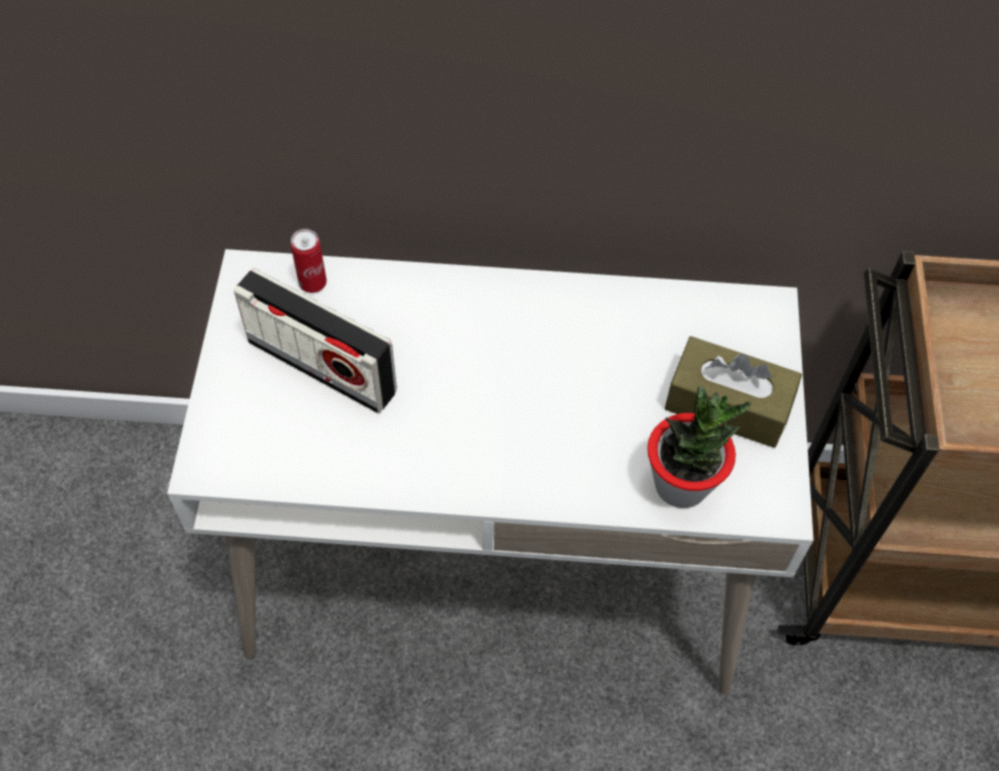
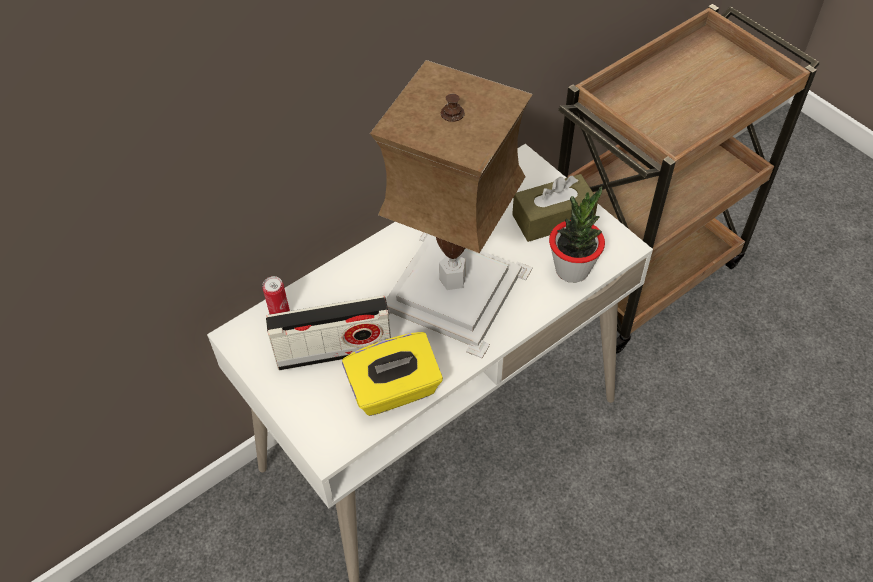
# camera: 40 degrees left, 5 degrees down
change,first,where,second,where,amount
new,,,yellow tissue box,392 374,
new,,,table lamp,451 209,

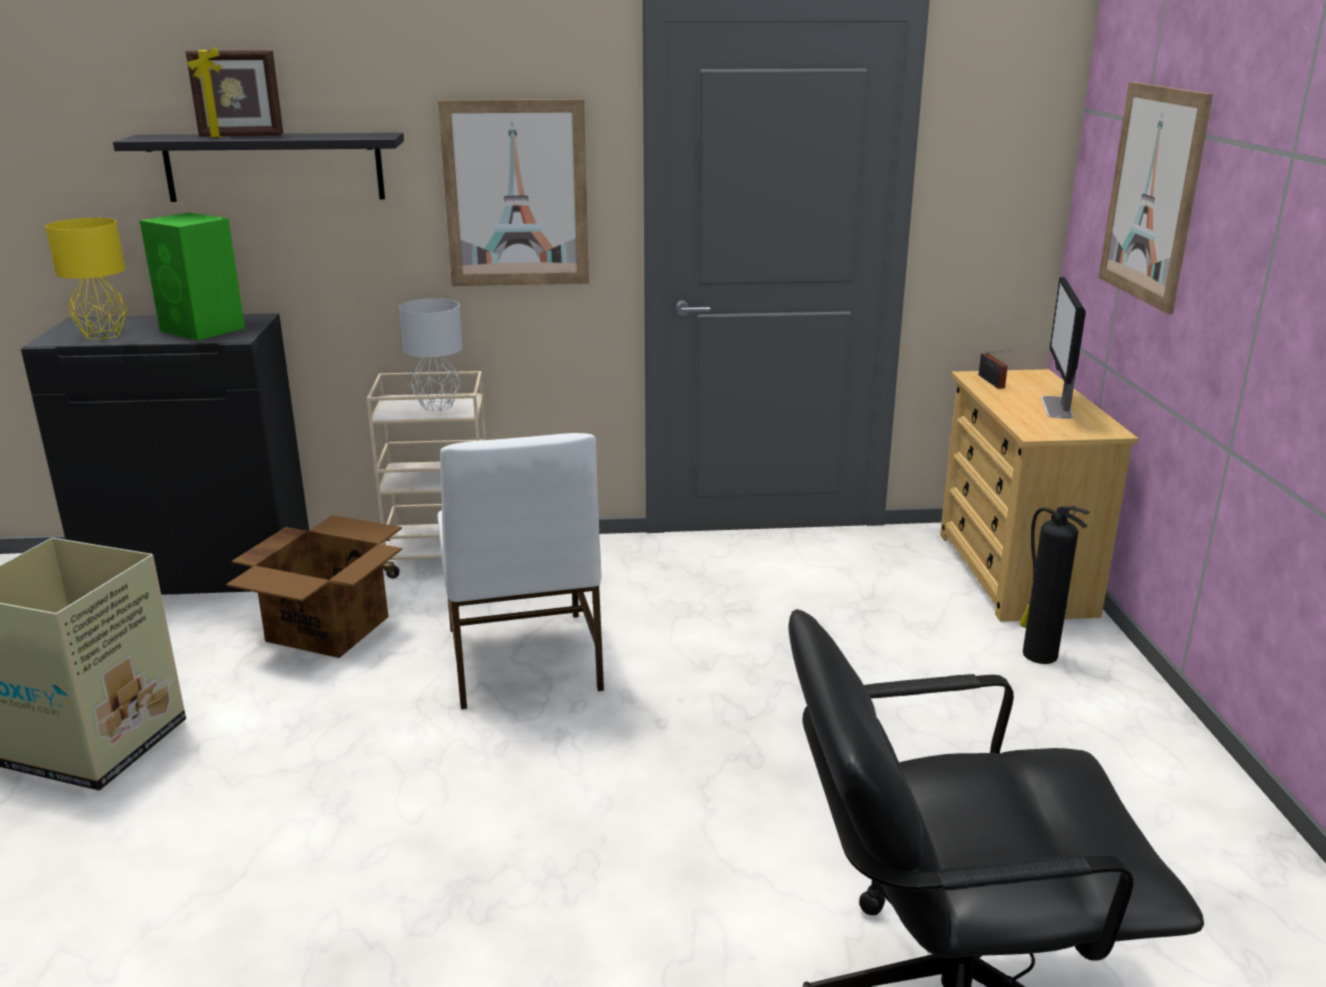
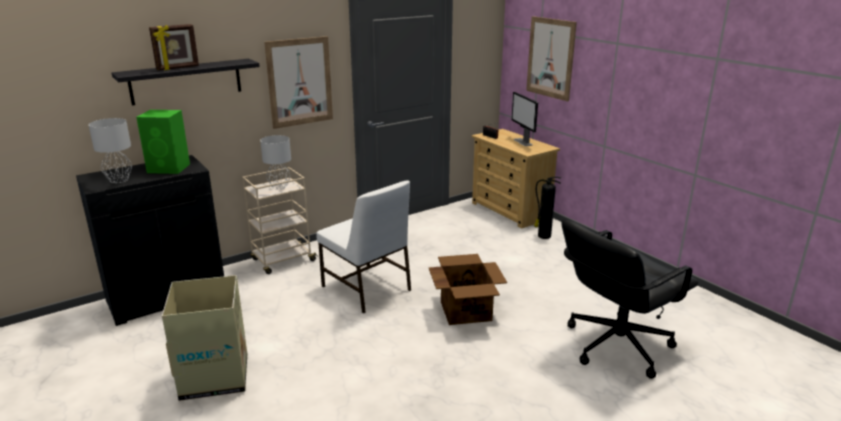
# camera: 30 degrees left, 0 degrees up
change,first,where,second,where,amount
shifted,cardboard box,314 586,,468 289,
repainted,yellow table lamp,86 279,grey table lamp,110 150,

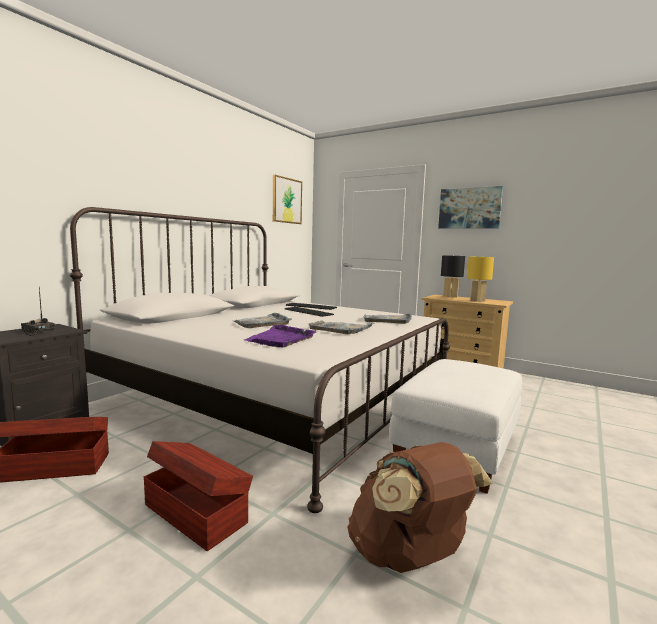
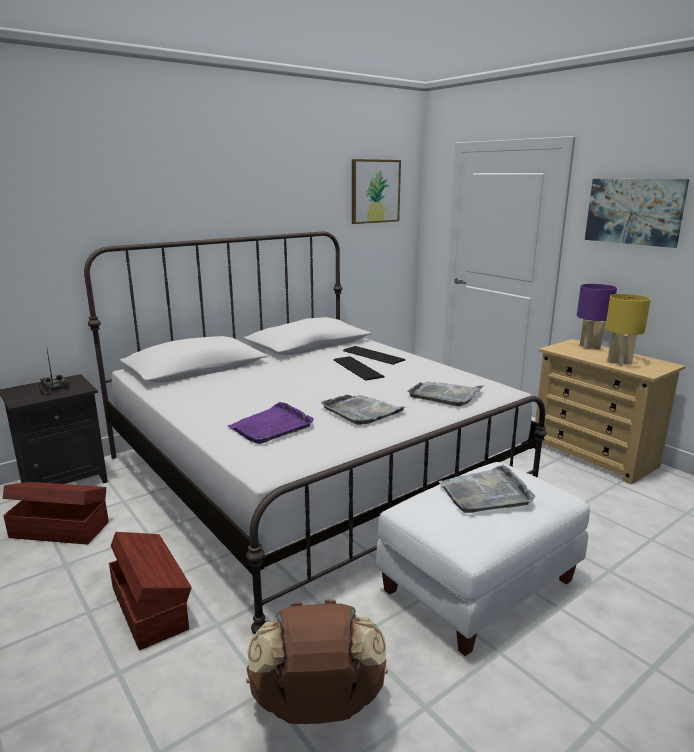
# camera: 20 degrees right, 10 degrees up
change,first,where,second,where,amount
shifted,grey tray,262 320,,486 489,
repainted,black table lamp,453 276,purple table lamp,597 317,

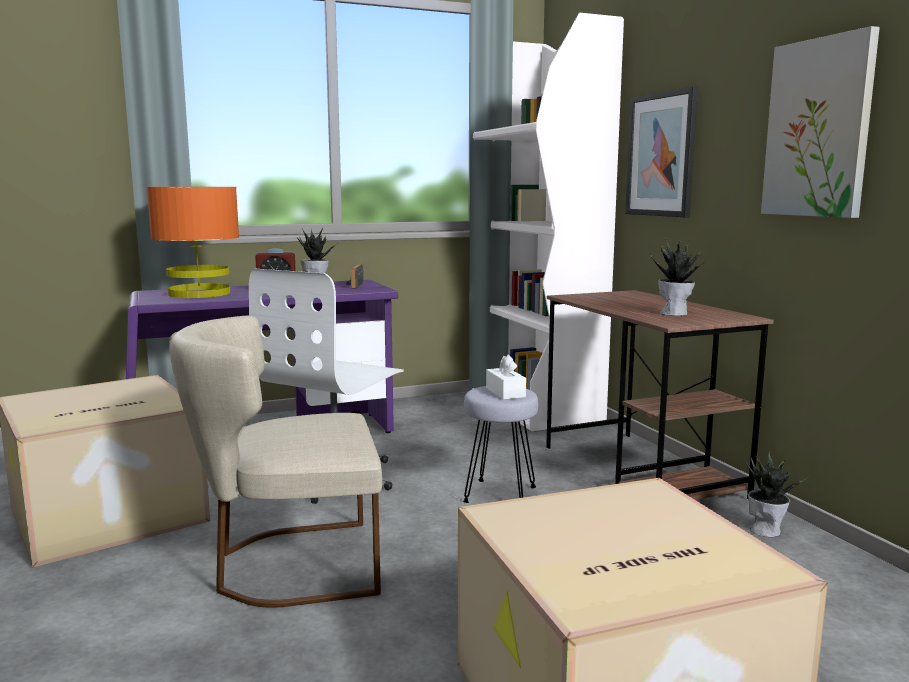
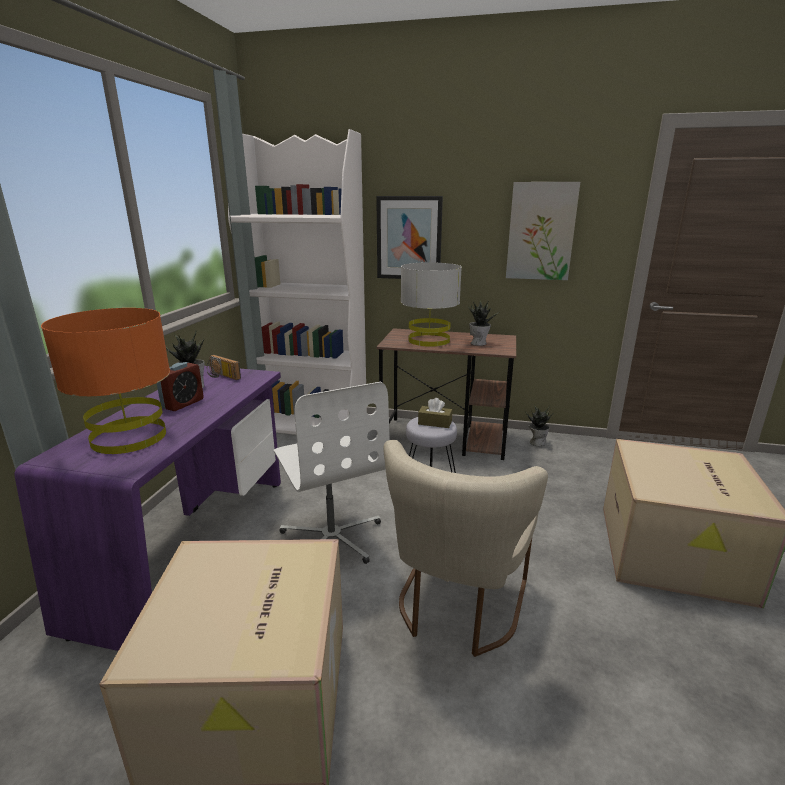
# camera: 55 degrees left, 10 degrees up
change,first,where,second,where,amount
new,,,grey table lamp,431 304,
repainted,white tissue box,506 377,brown tissue box,435 413,

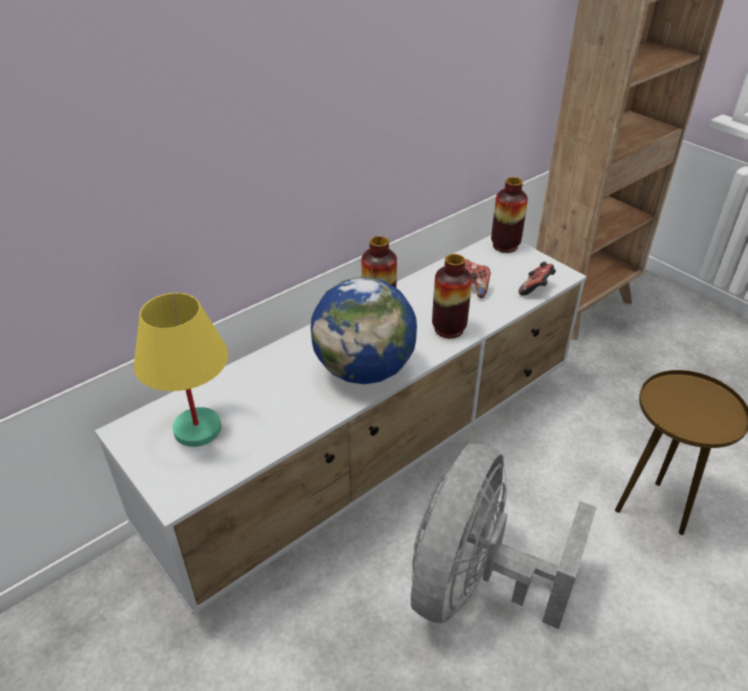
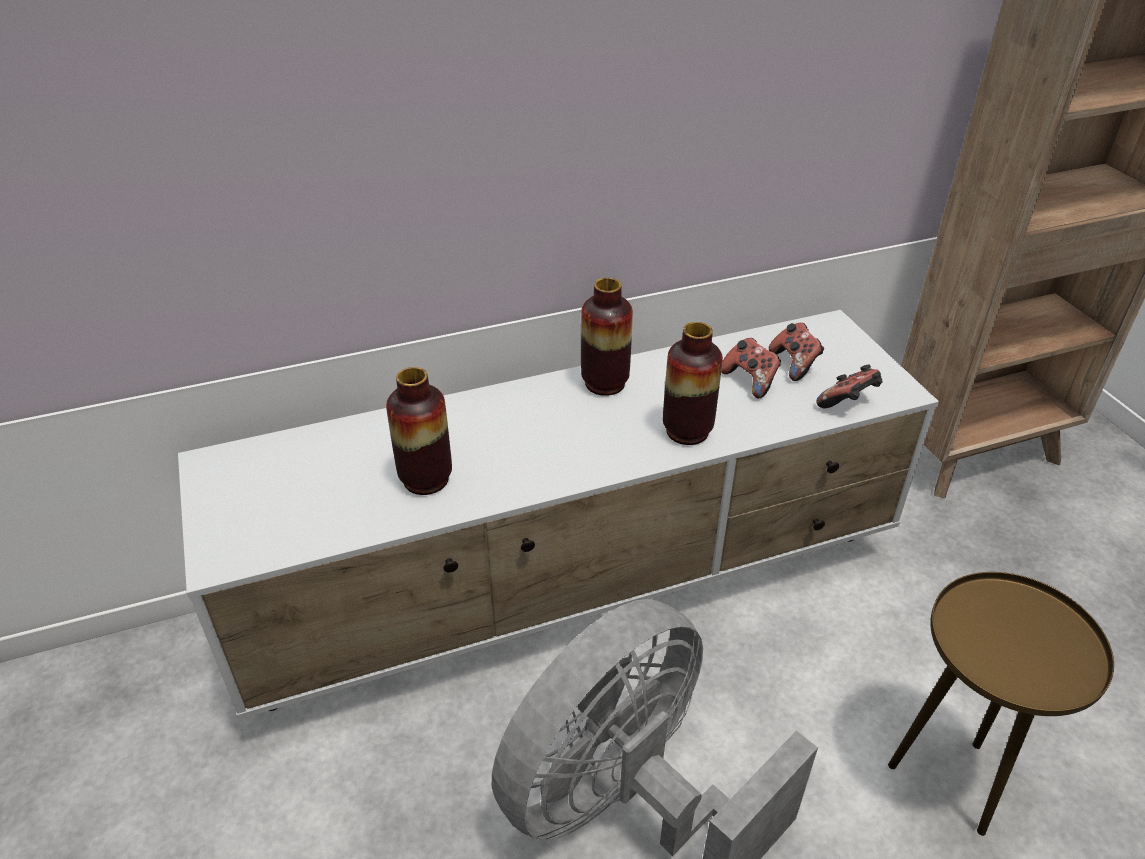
# camera: 20 degrees right, 0 degrees up
change,first,where,second,where,amount
gone,yellow table lamp,181 370,,,
gone,globe,364 330,,,
new,,,game controller,796 352,
shifted,vase,509 215,,419 431,

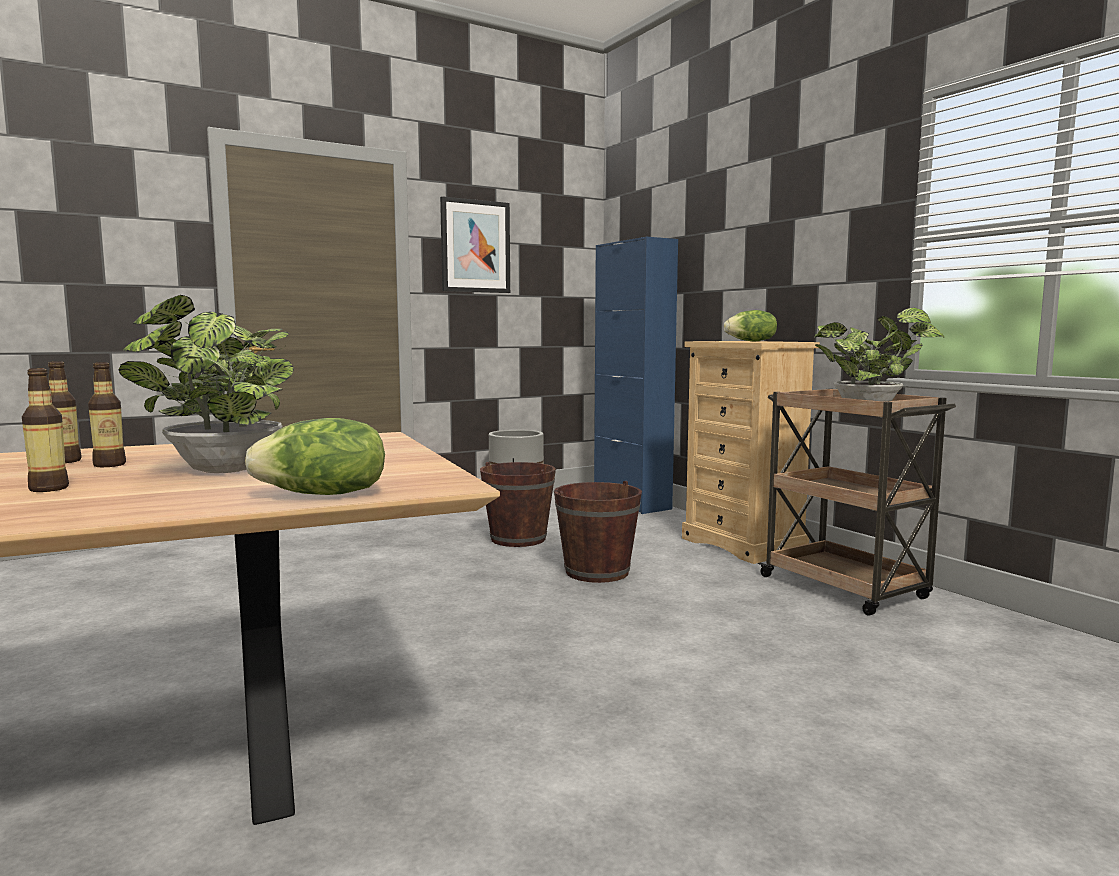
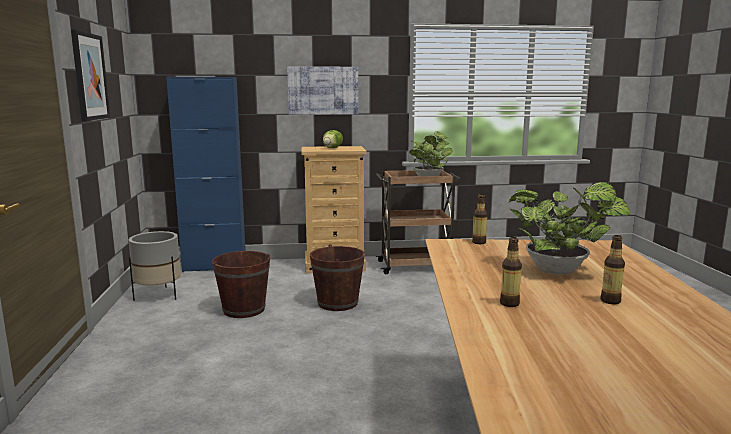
# camera: 65 degrees left, 5 degrees up
change,first,where,second,where,amount
gone,lettuce,315 456,,,
new,,,picture,322 90,
shifted,bottle,107 414,,479 219,

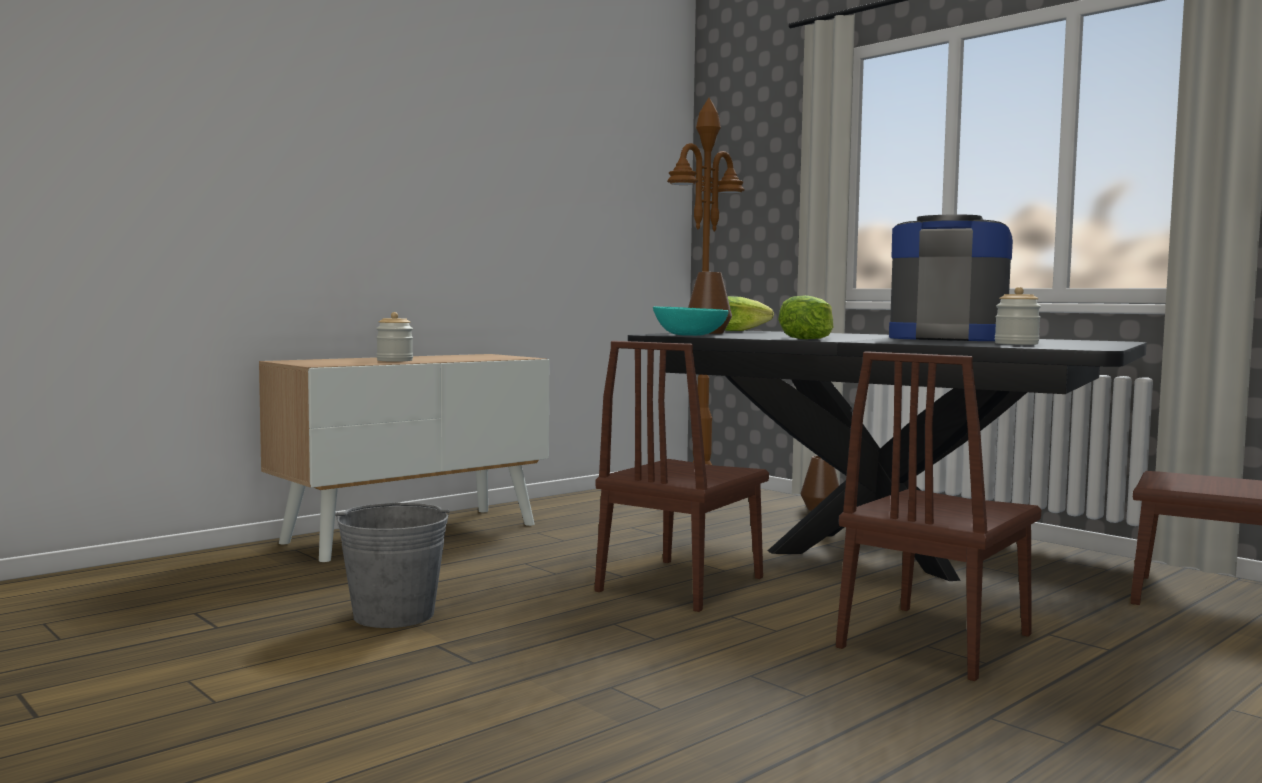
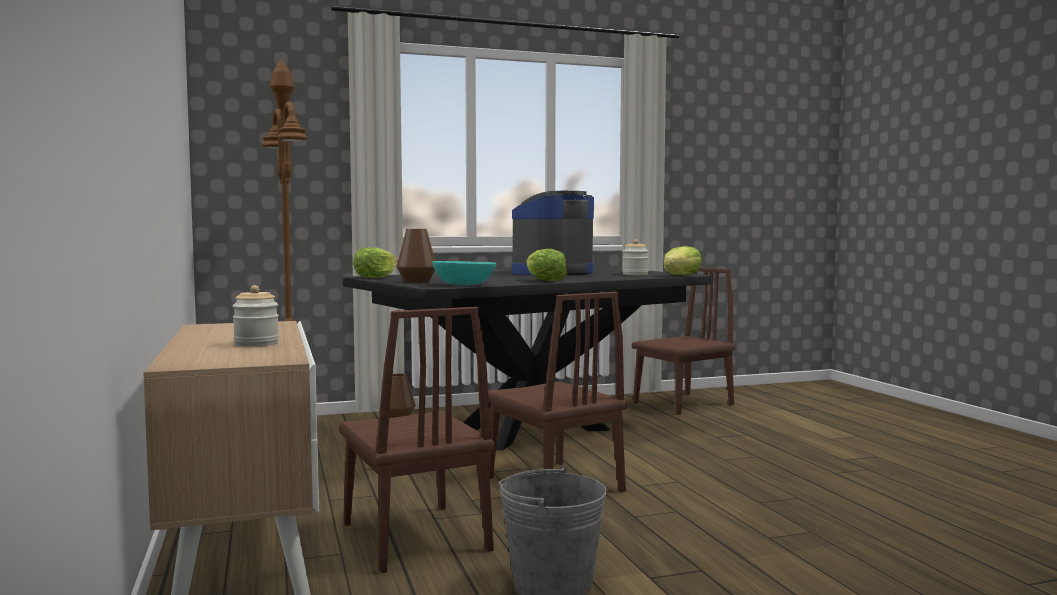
# camera: 65 degrees left, 0 degrees up
change,first,where,second,where,amount
new,,,lettuce,683 260,
shifted,brown chair,938 516,,416 440,

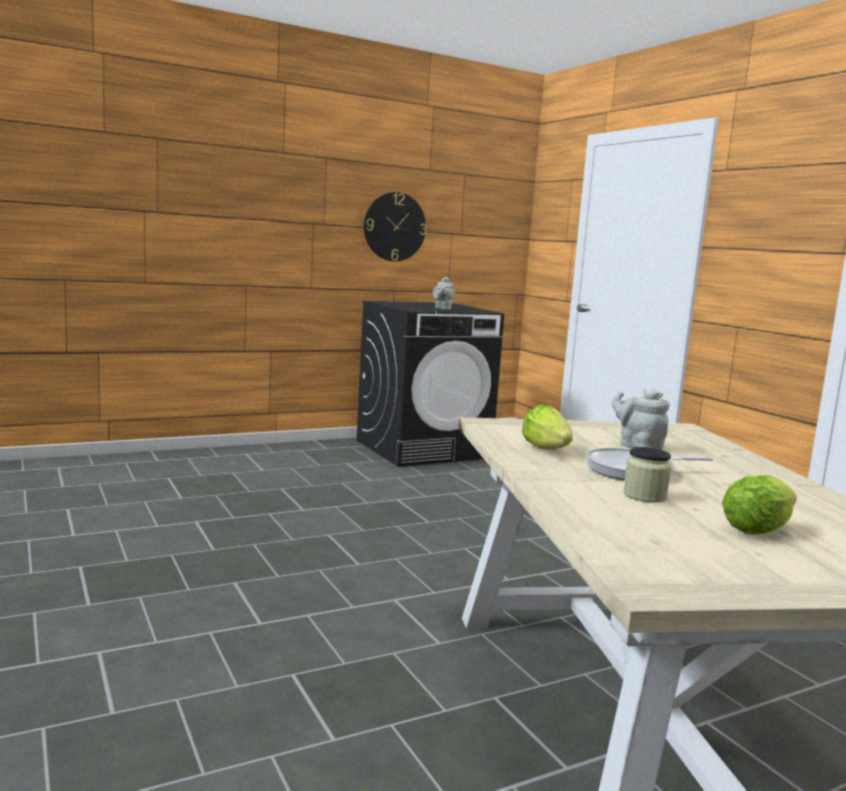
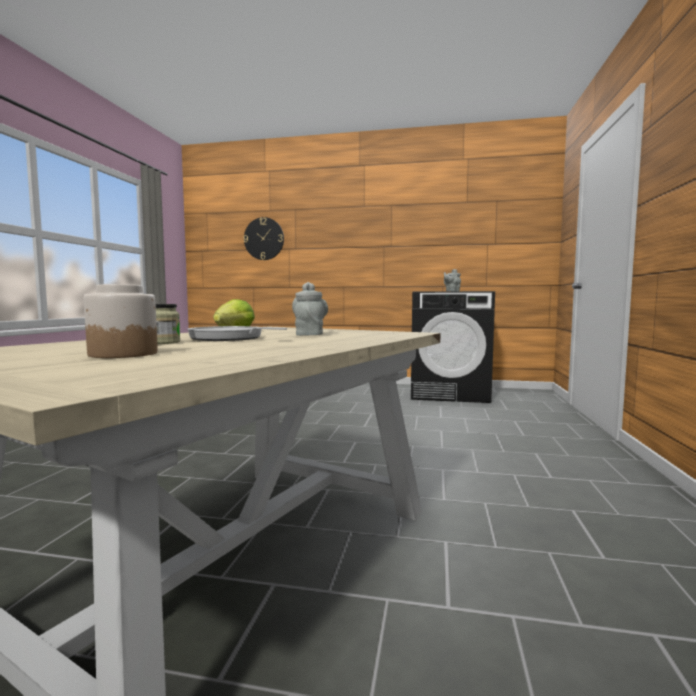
# camera: 40 degrees right, 5 degrees down
change,first,where,second,where,amount
shifted,wall clock,395 226,,264 238,
swapped,lettuce,759 505,jar,121 321,

